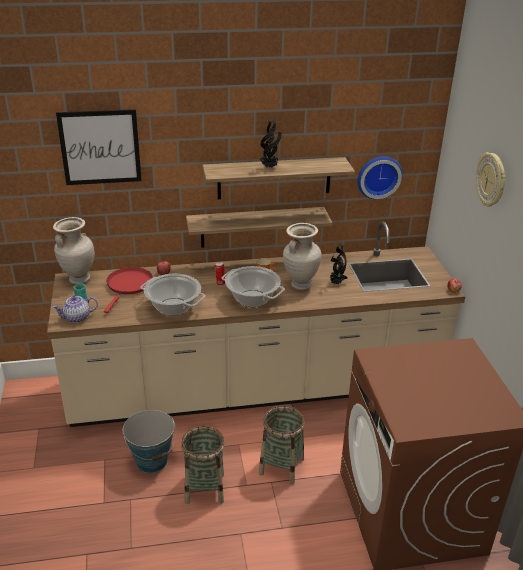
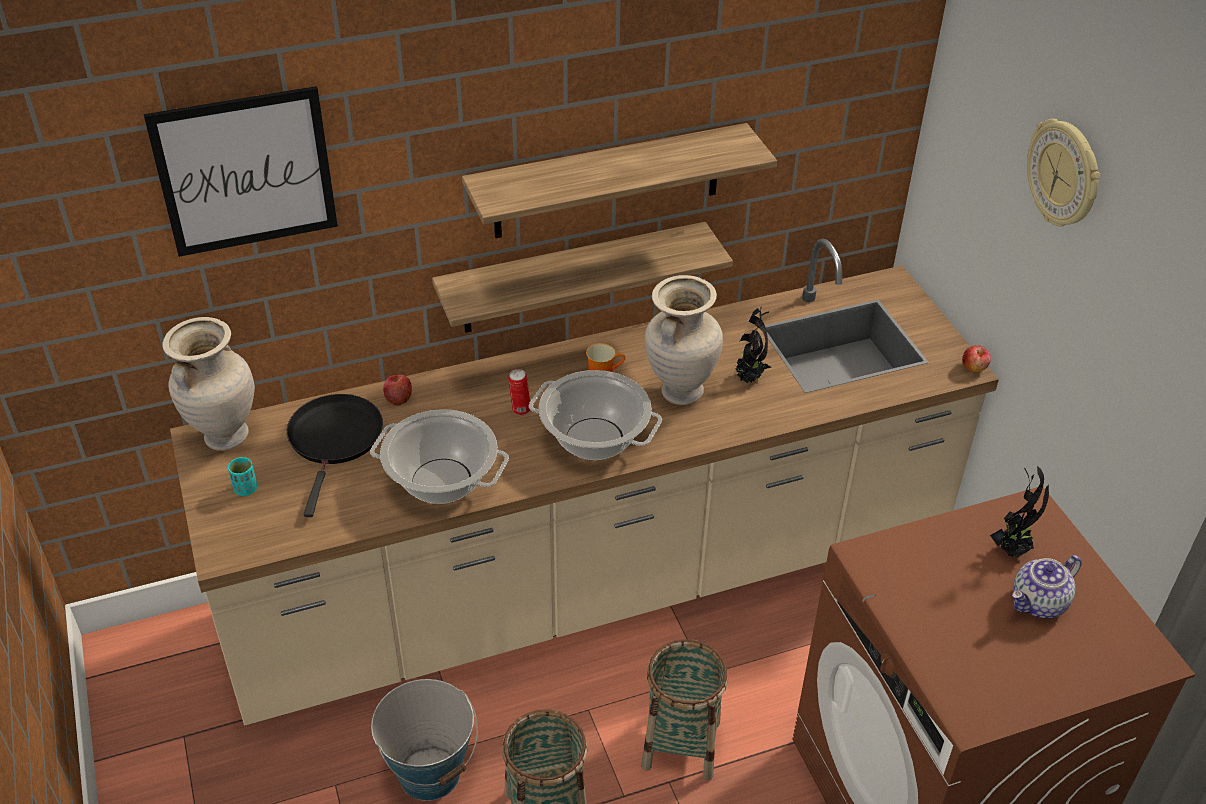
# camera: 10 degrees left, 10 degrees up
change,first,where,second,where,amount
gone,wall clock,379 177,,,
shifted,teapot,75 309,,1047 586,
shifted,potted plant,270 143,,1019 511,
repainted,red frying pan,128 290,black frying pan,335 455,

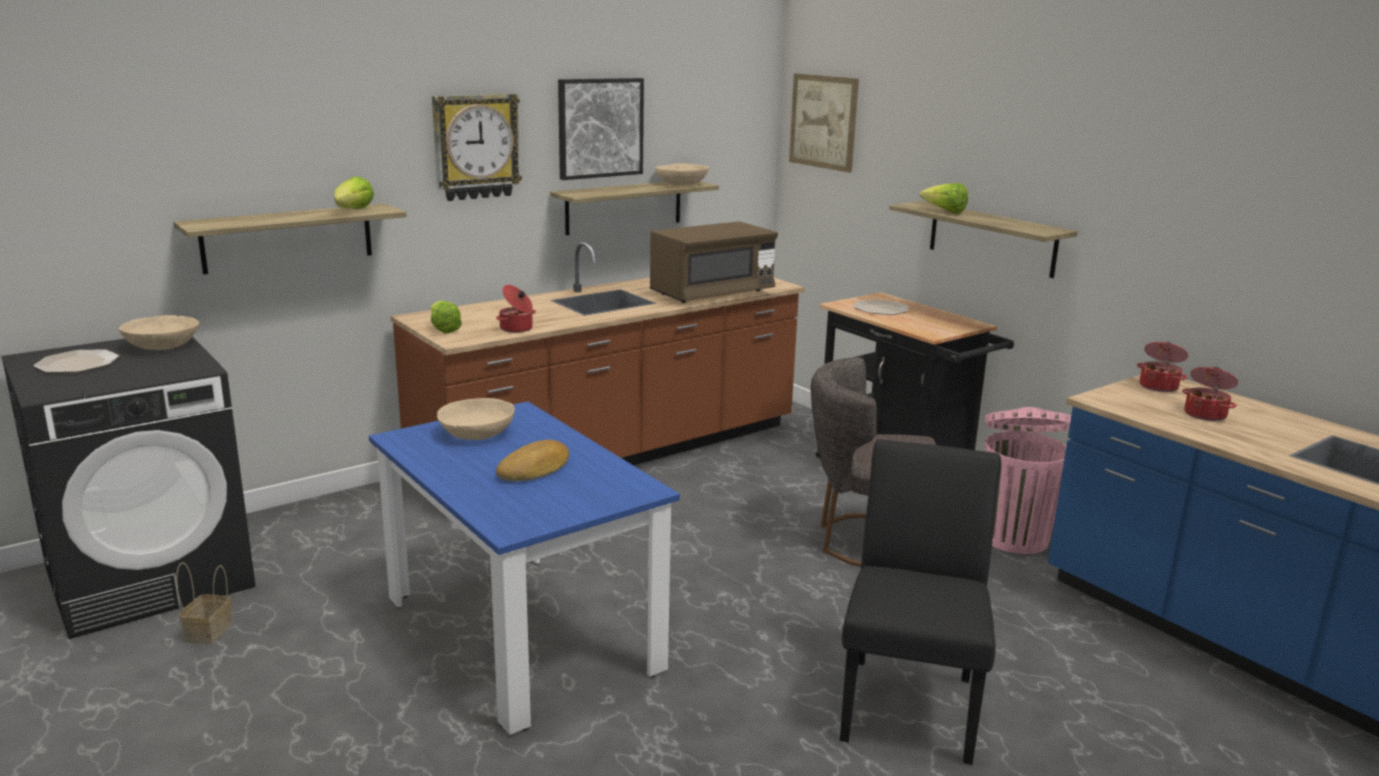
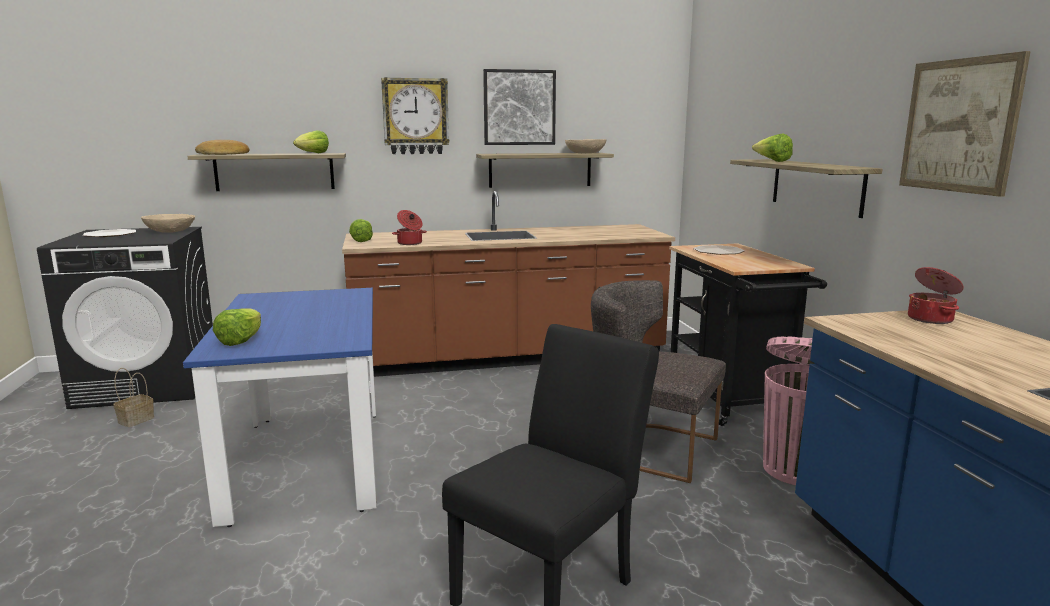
# camera: 25 degrees right, 5 degrees down
change,first,where,second,where,amount
gone,beige bowl,476 419,,,
gone,brown microwave,714 262,,,
gone,cooking pot,1210 394,,,
new,,,lettuce,237 327,
shifted,bread,532 460,,222 147,
shifted,picture,824 123,,965 124,

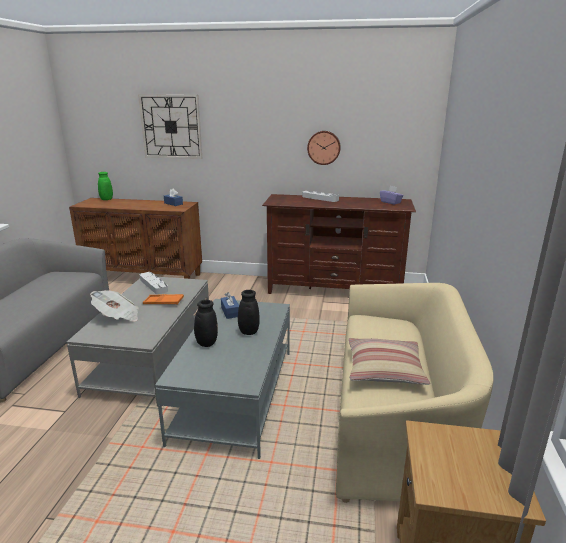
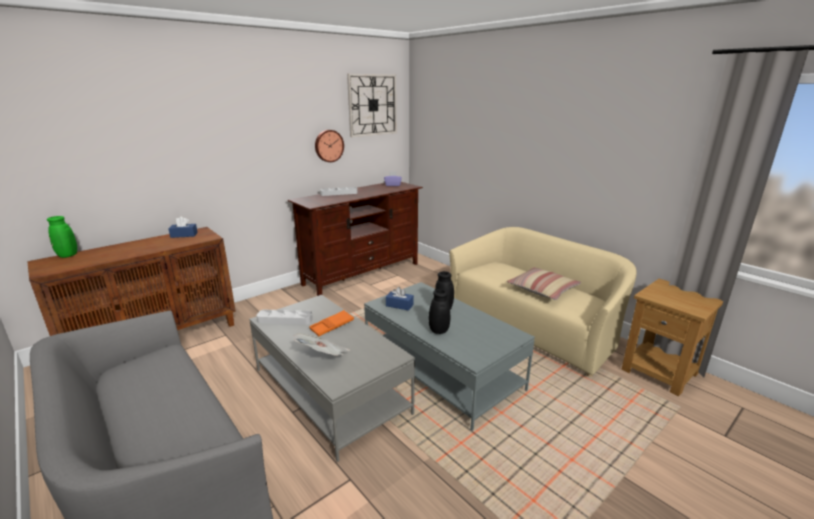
# camera: 50 degrees left, 0 degrees up
change,first,where,second,where,amount
shifted,wall clock,170 126,,372 105,

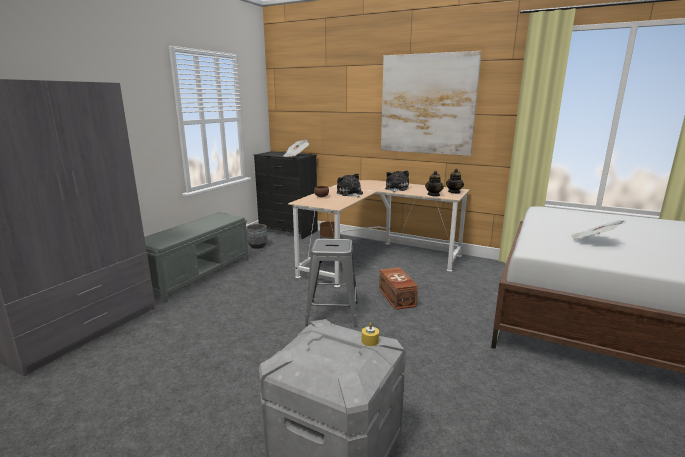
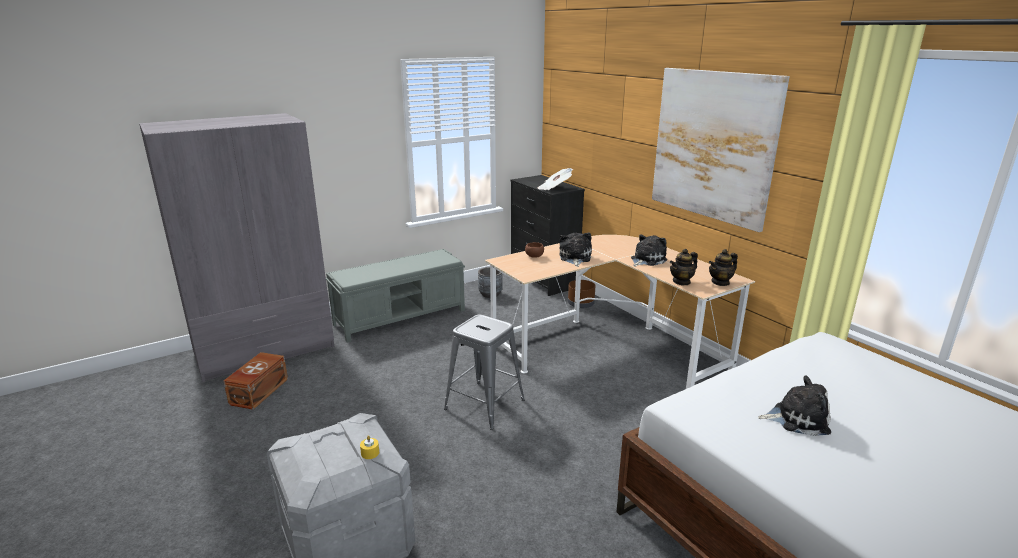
# camera: 30 degrees right, 5 degrees up
change,first,where,second,where,amount
shifted,brown storage box,398 288,,255 381,
swapped,newspaper,598 229,plush toy,794 405,

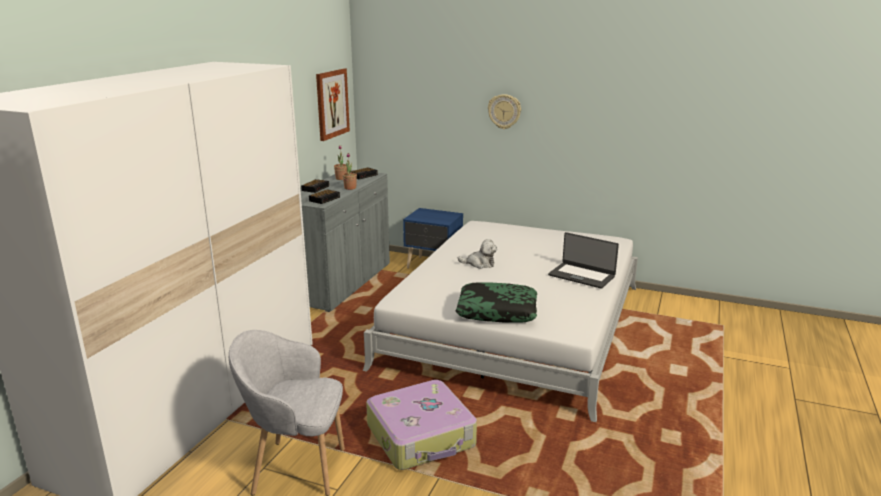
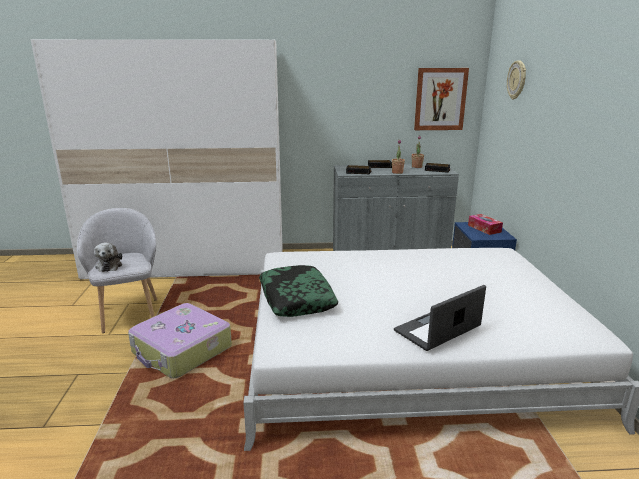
# camera: 65 degrees right, 0 degrees up
change,first,where,second,where,amount
new,,,tissue box,485 224,
shifted,plush toy,477 254,,108 257,
shifted,wall clock,504 111,,516 79,
rotated,laptop,583 260,,440 318,45 degrees clockwise

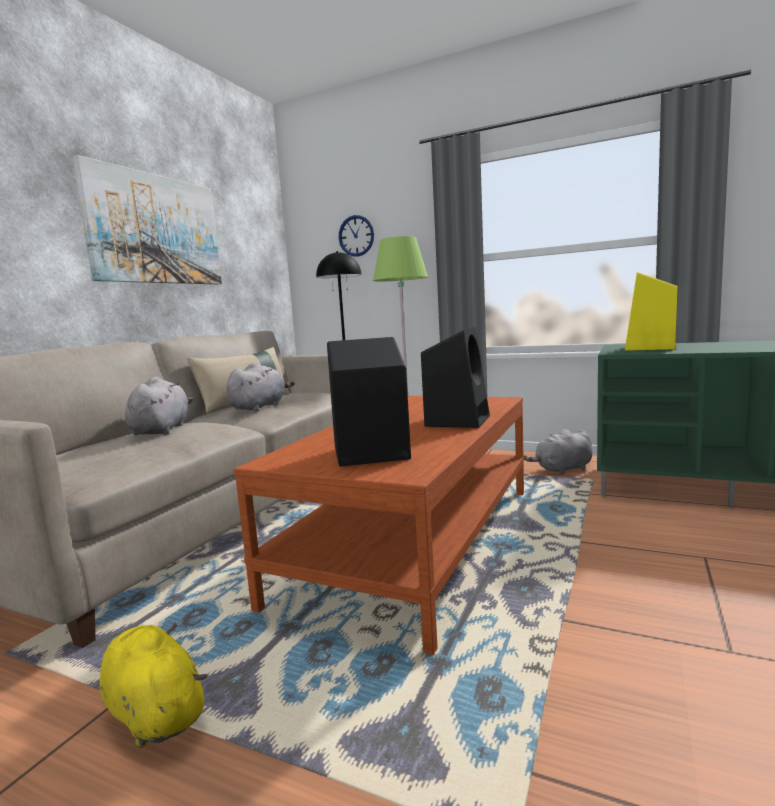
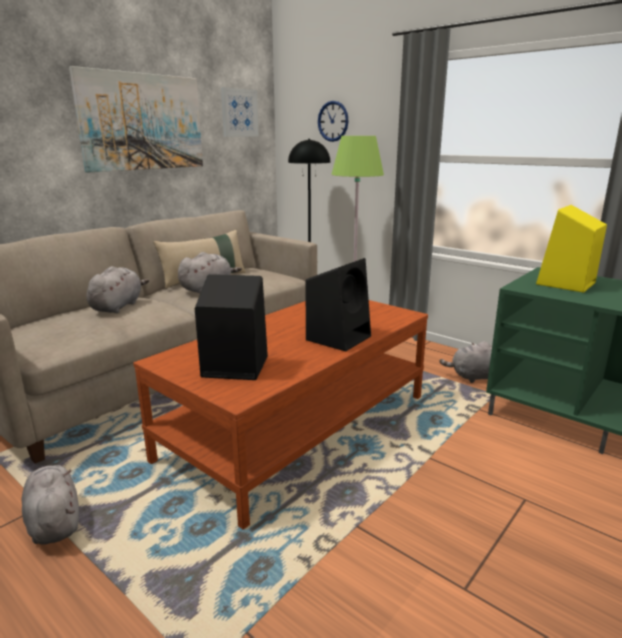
# camera: 15 degrees right, 10 degrees up
change,first,where,second,where,amount
new,,,picture,240 112,
repainted,yellow plush toy,153 685,grey plush toy,50 505,

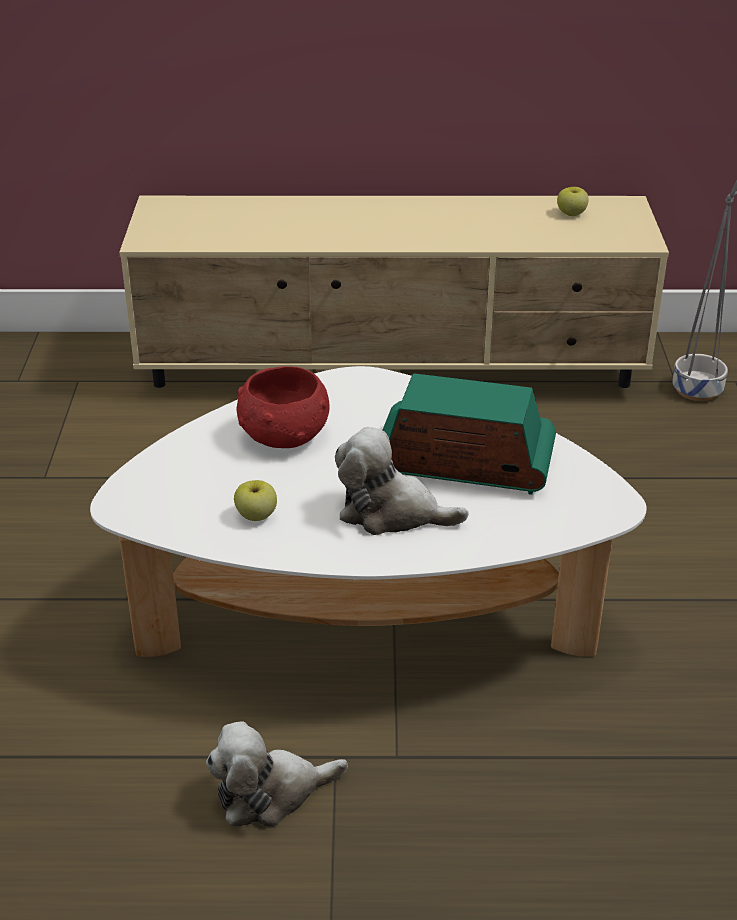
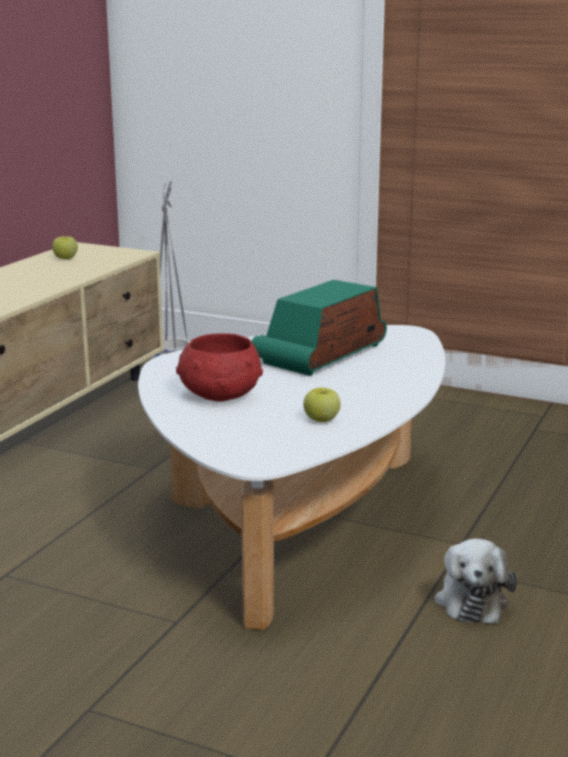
# camera: 65 degrees left, 15 degrees down
change,first,where,second,where,amount
gone,plush toy,402 481,,,

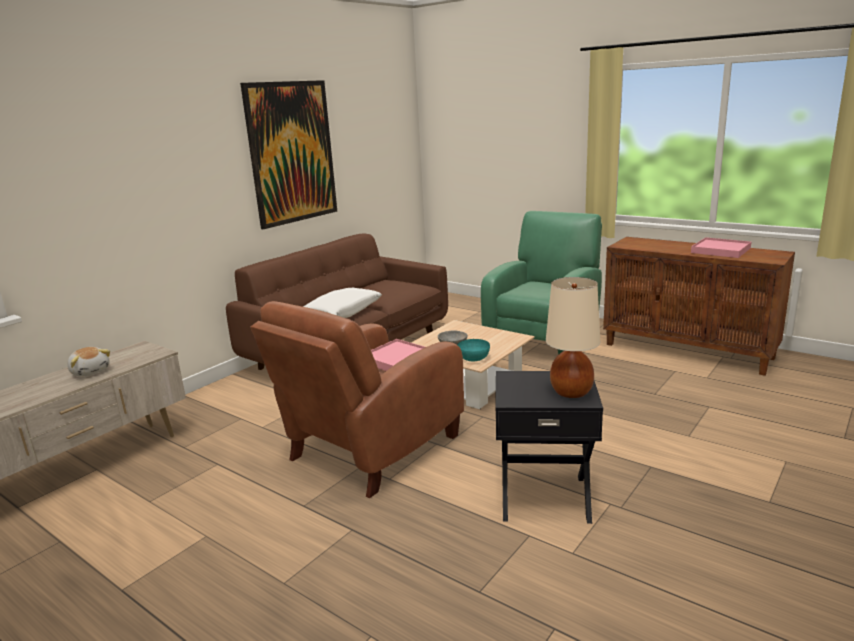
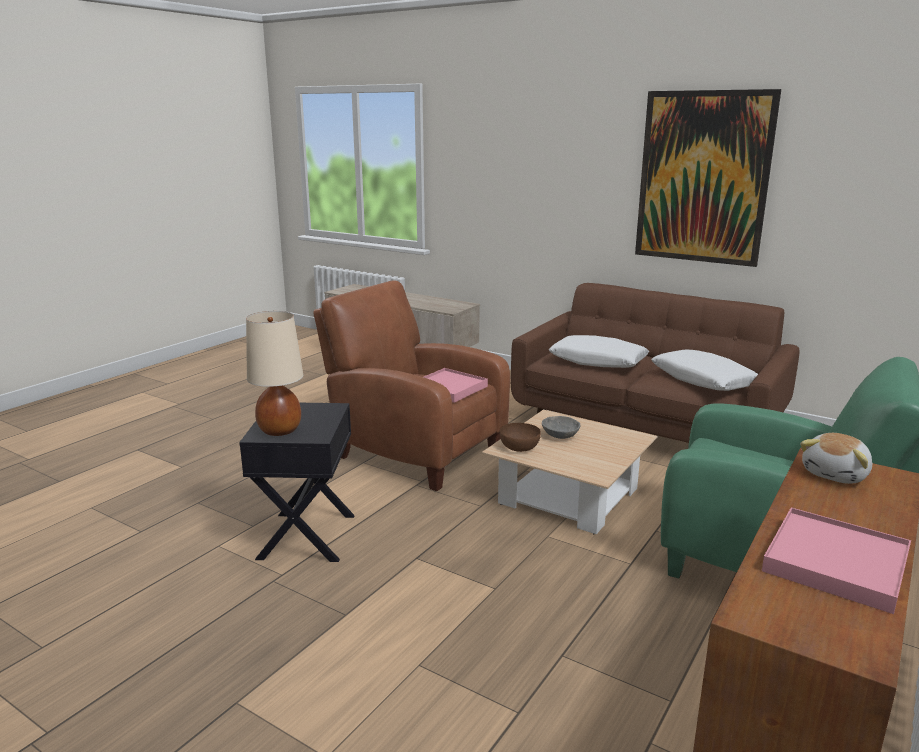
# camera: 85 degrees right, 0 degrees up
change,first,where,second,where,amount
new,,,white pillow,704 370,
shifted,plush toy,88 362,,836 458,
repainted,turquoise bowl,473 350,brown bowl,520 437,

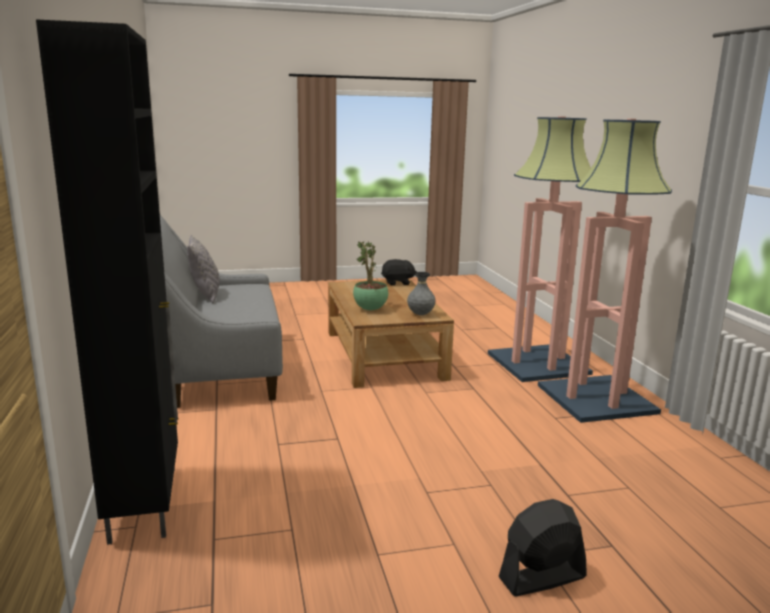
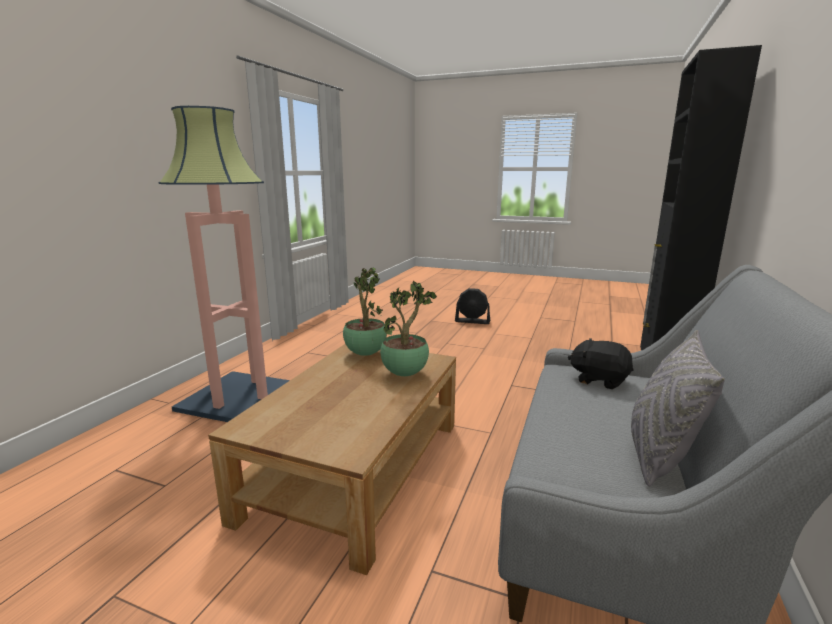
# camera: 145 degrees left, 0 degrees up
change,first,where,second,where,amount
gone,floor lamp,605 271,,,
shifted,black plush toy,399 272,,601 363,
swapped,grey vase,421 293,potted plant,365 311,

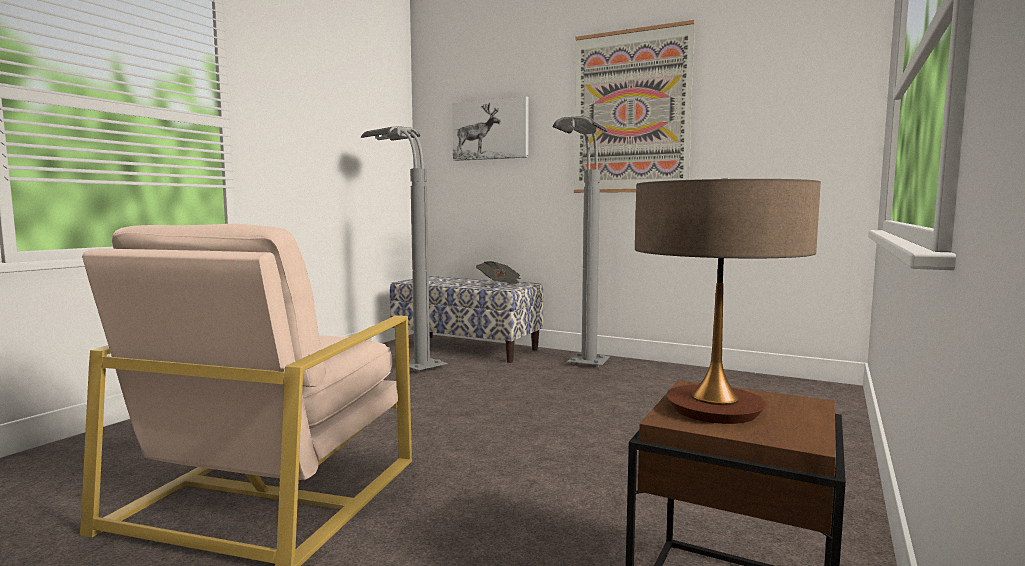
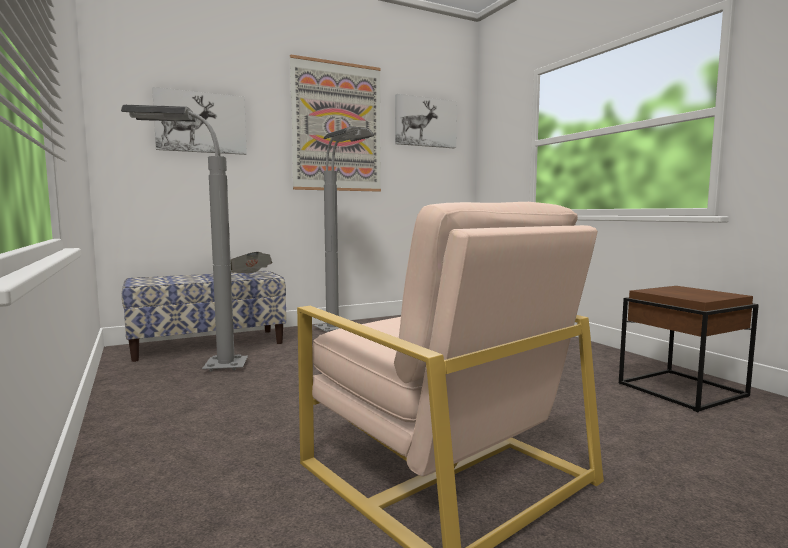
# camera: 55 degrees left, 0 degrees up
change,first,where,second,where,amount
gone,table lamp,728 301,,,
new,,,picture,426 121,

